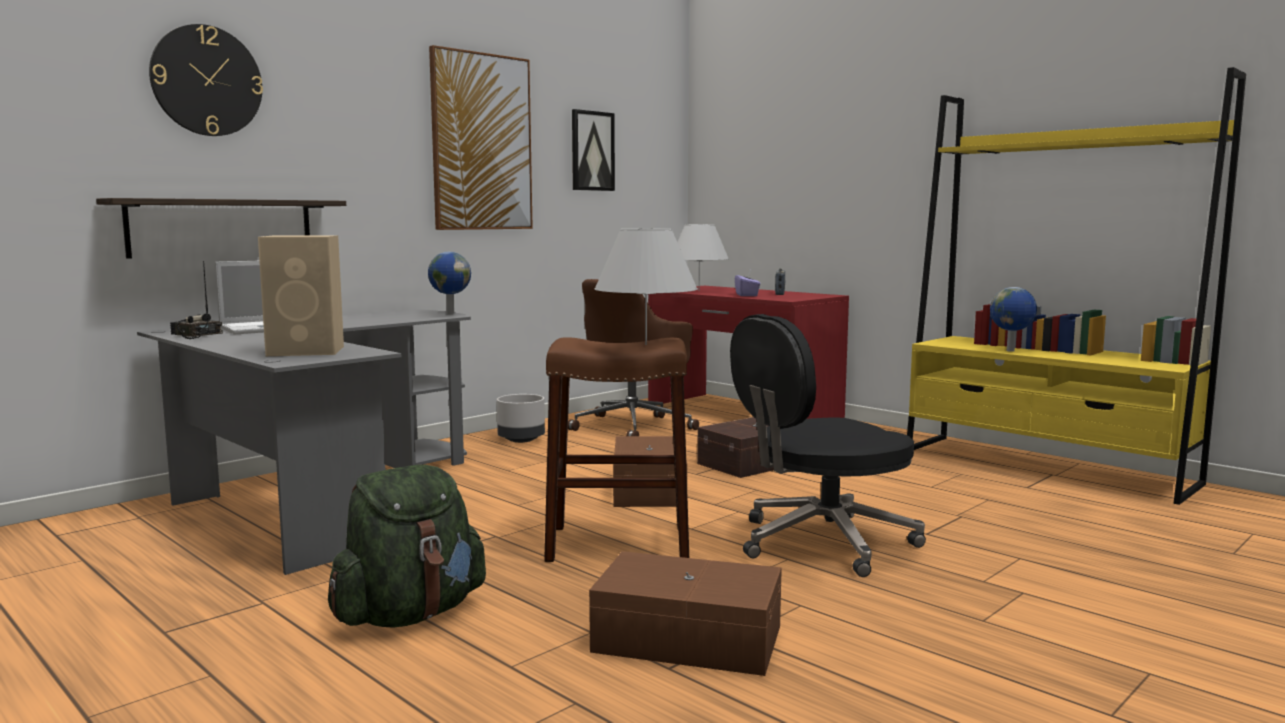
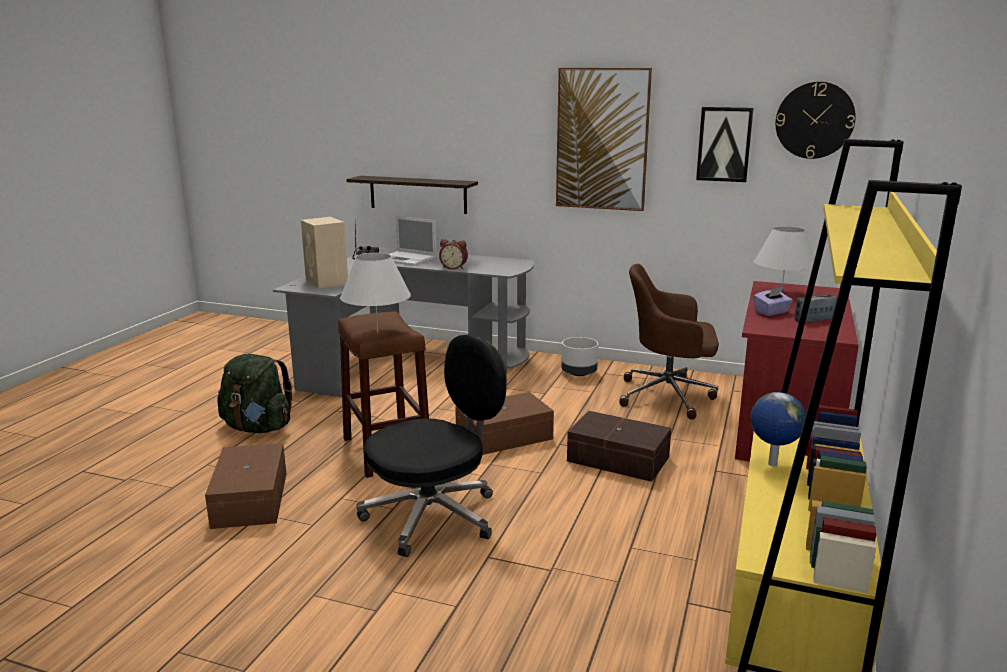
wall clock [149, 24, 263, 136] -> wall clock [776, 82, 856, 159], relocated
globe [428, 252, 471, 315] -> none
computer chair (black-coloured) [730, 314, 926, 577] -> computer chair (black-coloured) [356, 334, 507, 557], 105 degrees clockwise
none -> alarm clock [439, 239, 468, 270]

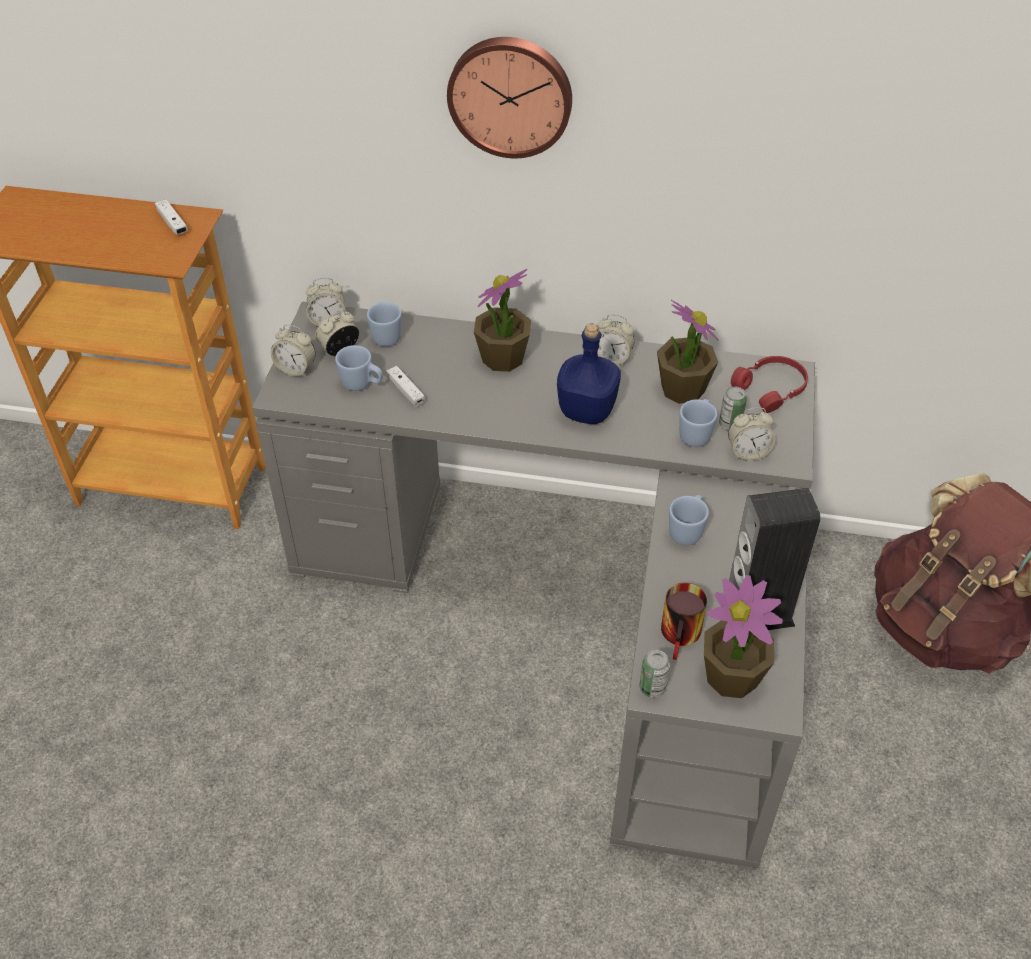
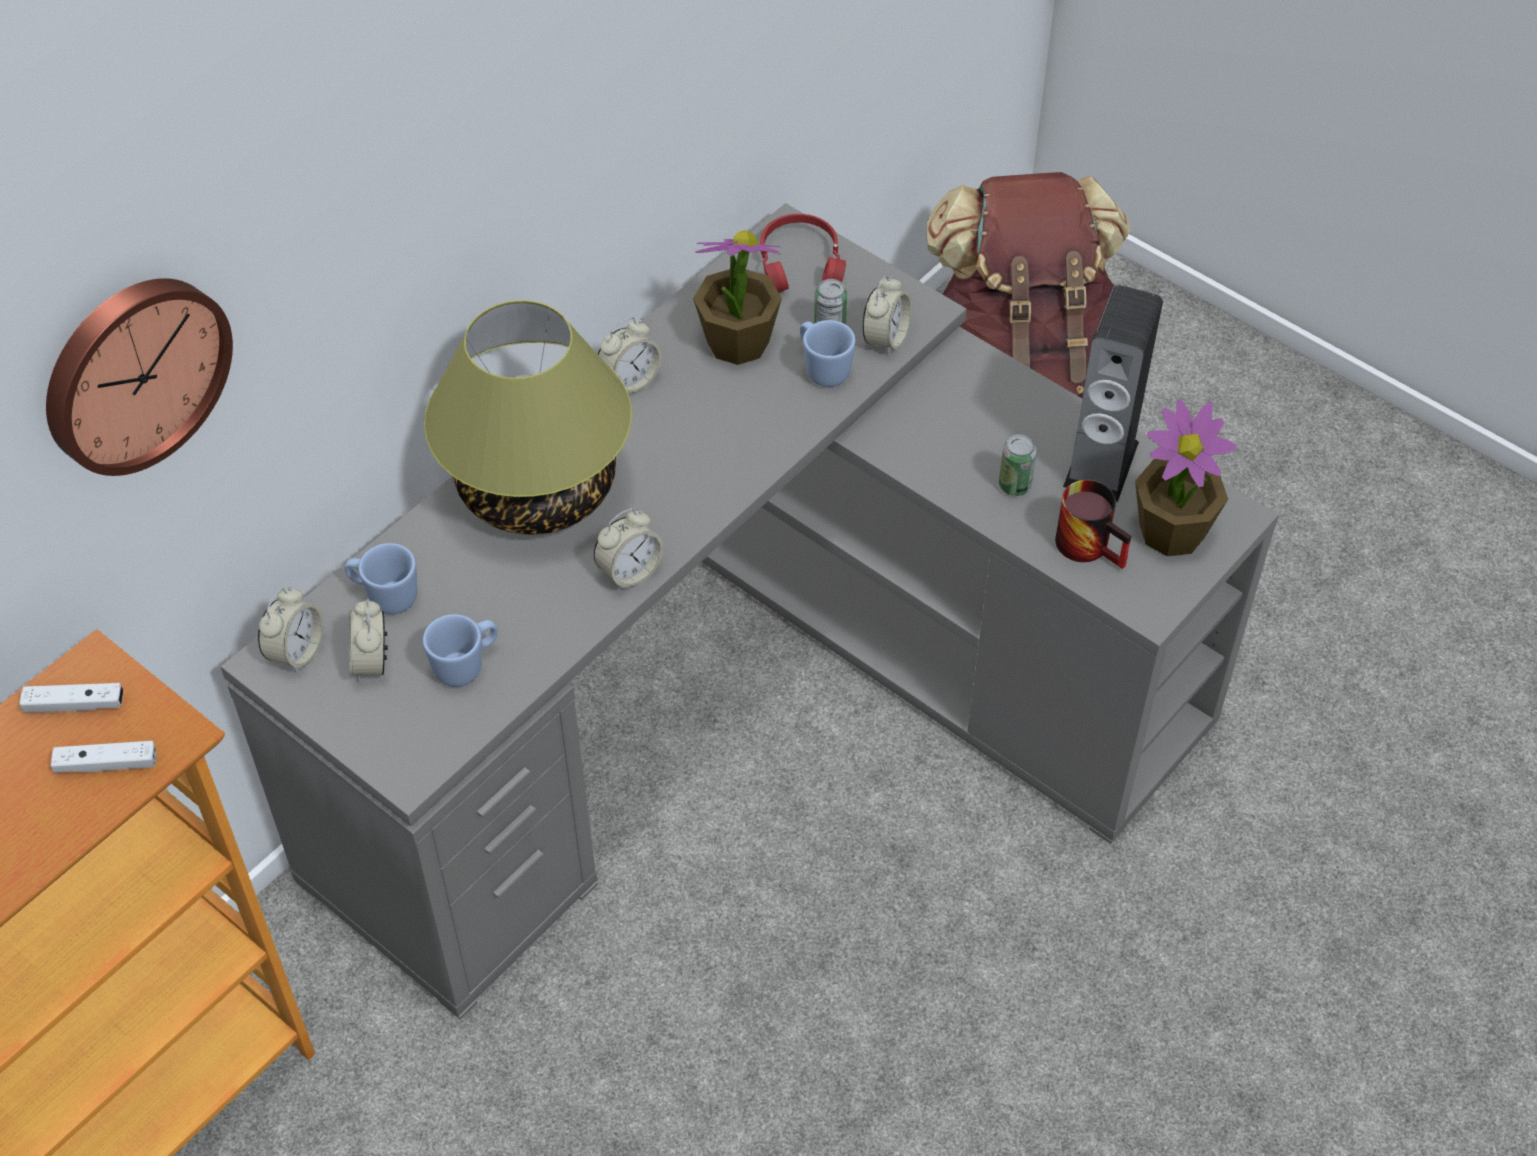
wall clock [447, 37, 572, 158] -> wall clock [46, 278, 233, 476], relocated
potted plant [474, 269, 531, 372] -> table lamp [424, 300, 632, 535]
alarm clock [271, 324, 316, 377] -> alarm clock [594, 508, 663, 591], relocated
bottle (bluish) [557, 324, 621, 424] -> none
game controller (whitish) [387, 366, 425, 407] -> game controller (whitish) [51, 741, 157, 773], relocated
coffee mug (bluish) [669, 495, 709, 546] -> none
metal can [639, 650, 670, 698] -> metal can [999, 434, 1037, 496], relocated

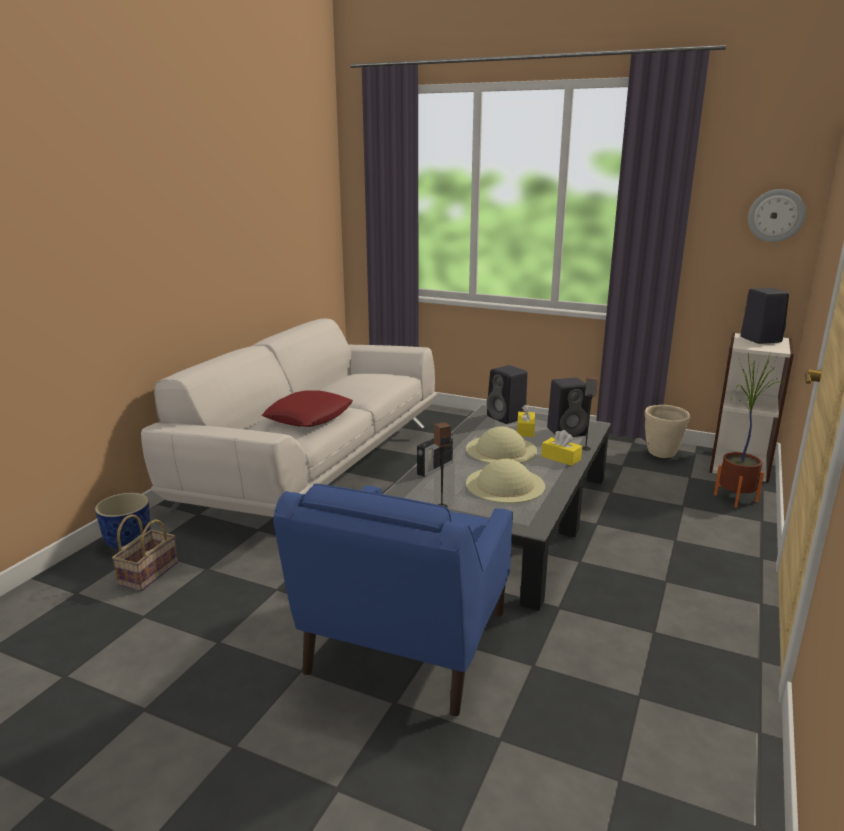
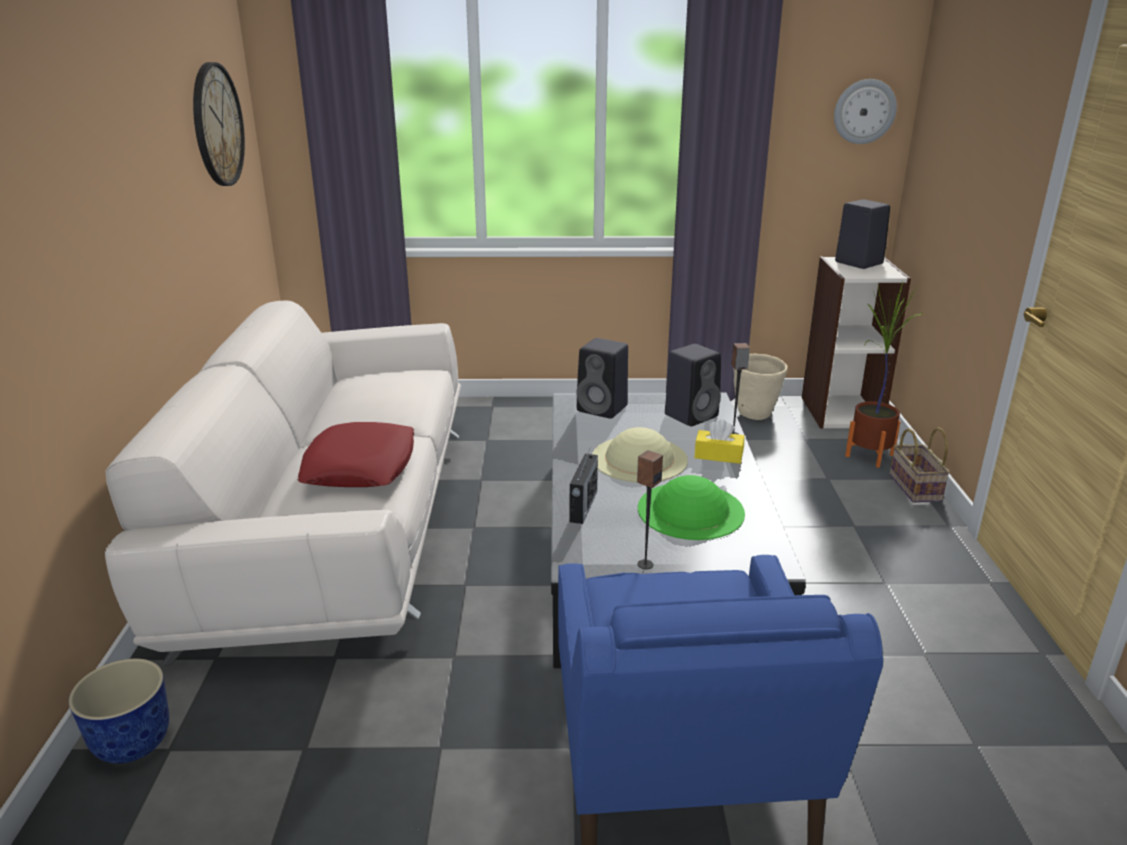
tissue box (yellow) [517, 404, 535, 437] -> none
wearable hat (beige-coloured) [466, 459, 545, 503] -> wearable hat (green-coloured) [638, 475, 745, 540]
household basket [112, 514, 178, 591] -> household basket [890, 427, 950, 503], relocated
none -> wall clock [193, 62, 245, 186]

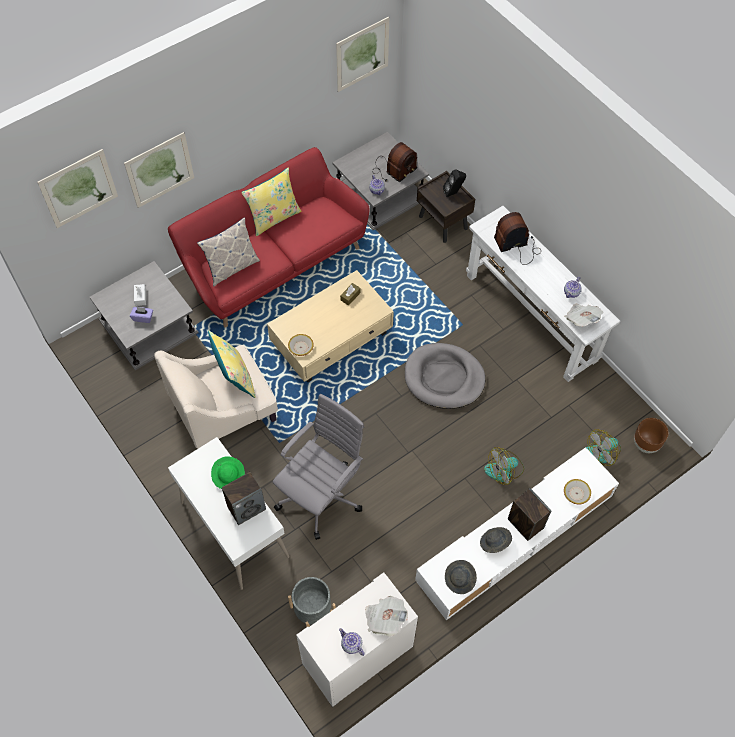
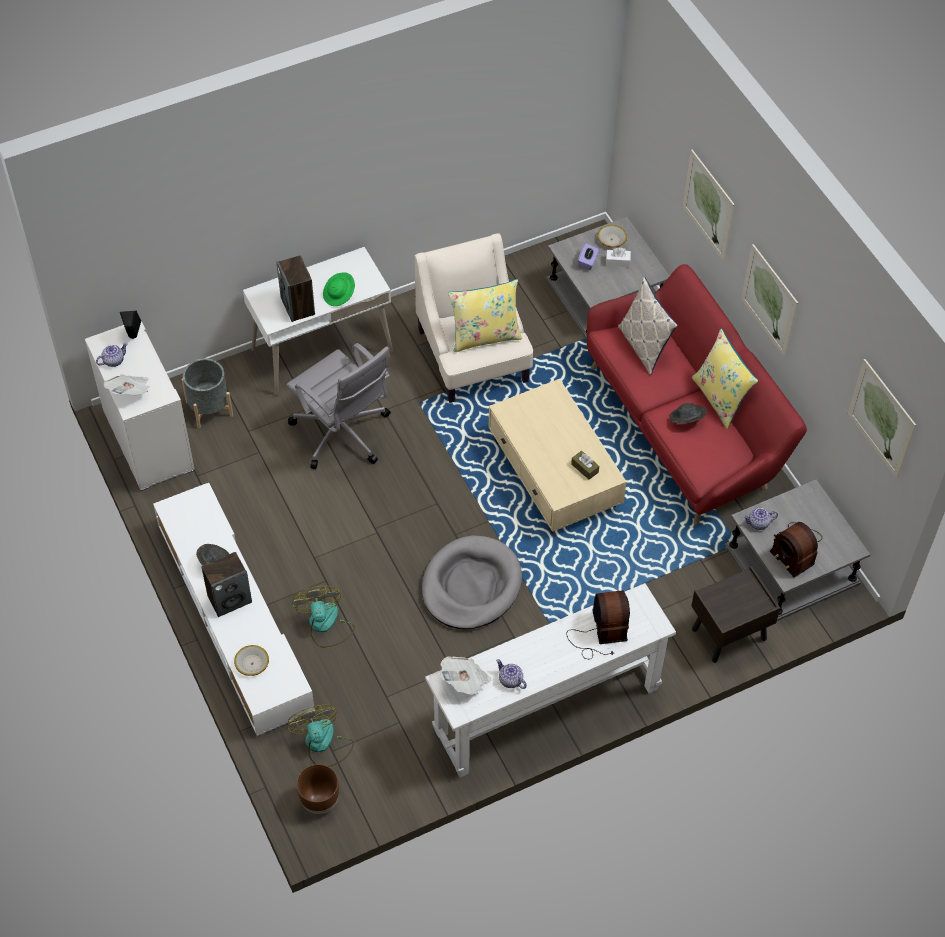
wall art [37, 149, 118, 228] -> wall art [741, 244, 798, 357], relocated
speaker (black-coloured) [443, 170, 466, 197] -> speaker (black-coloured) [120, 311, 141, 339], relocated
serving bowl [288, 334, 314, 356] -> serving bowl [597, 225, 627, 247], relocated
wearable hat (greyish) [445, 560, 477, 594] -> wearable hat (greyish) [669, 403, 707, 424], relocated

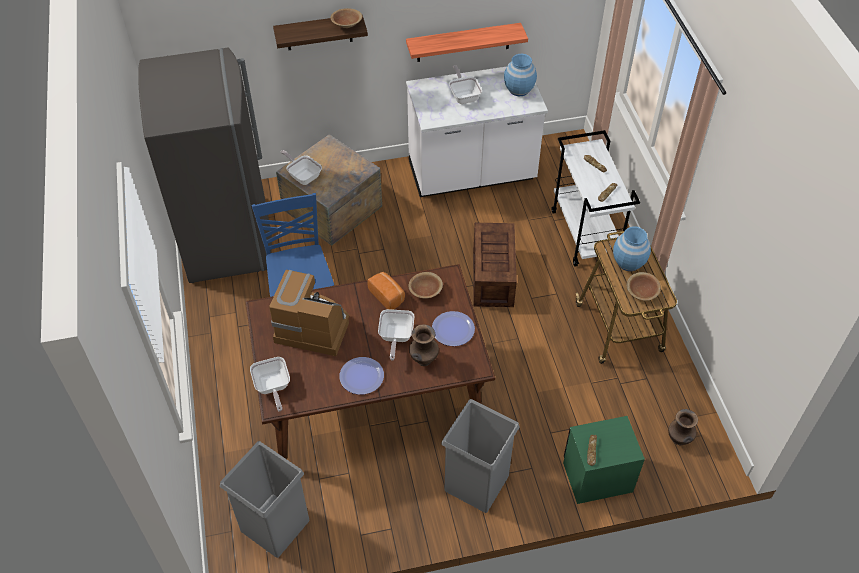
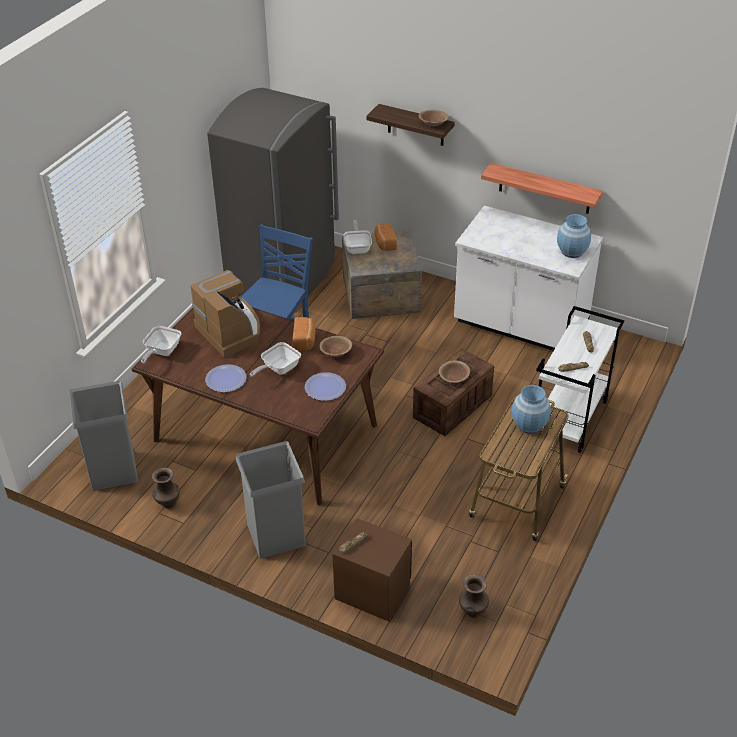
skillet [449, 65, 482, 104] -> none
serving bowl (brownish) [627, 272, 661, 300] -> serving bowl (brownish) [439, 360, 470, 383], relocated
vase (brownish) [409, 324, 439, 366] -> vase (brownish) [152, 468, 180, 509], relocated
bedside table (green-coloured) [563, 416, 645, 504] -> bedside table (brownish) [333, 518, 412, 622]
none -> bread [374, 223, 397, 251]

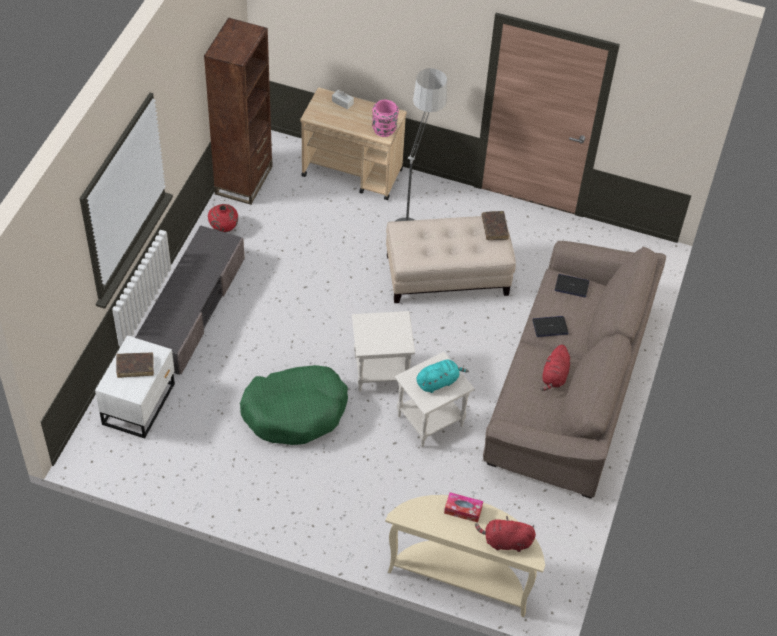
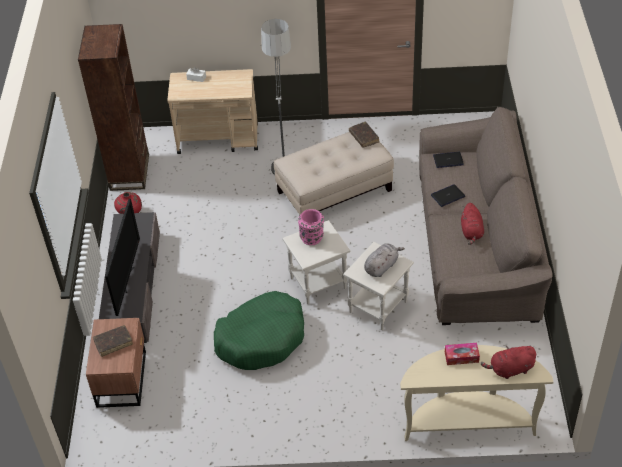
vase (pink-coloured) [372, 100, 399, 137] -> vase (pink-coloured) [298, 209, 324, 245], relocated
bedside table (whitish) [95, 335, 175, 438] -> bedside table (brownish) [86, 318, 146, 408]
cuddly toy (turquoise) [417, 359, 469, 393] -> cuddly toy (greyish) [364, 243, 405, 277]
none -> television [105, 199, 140, 316]

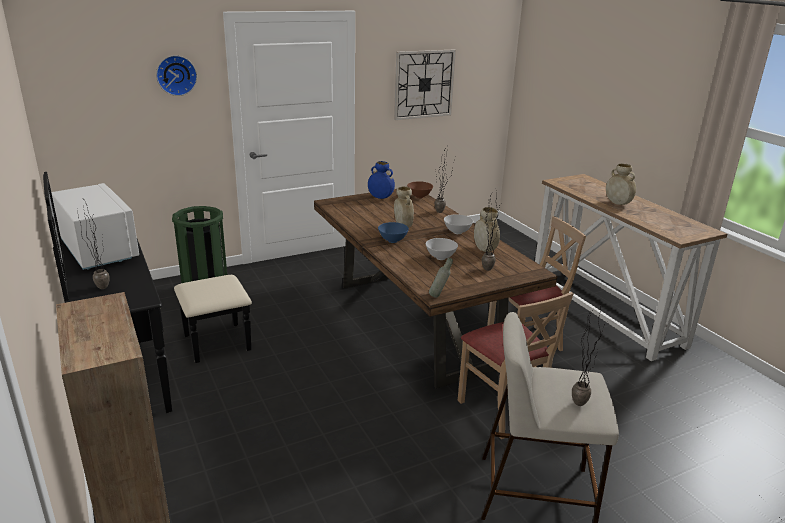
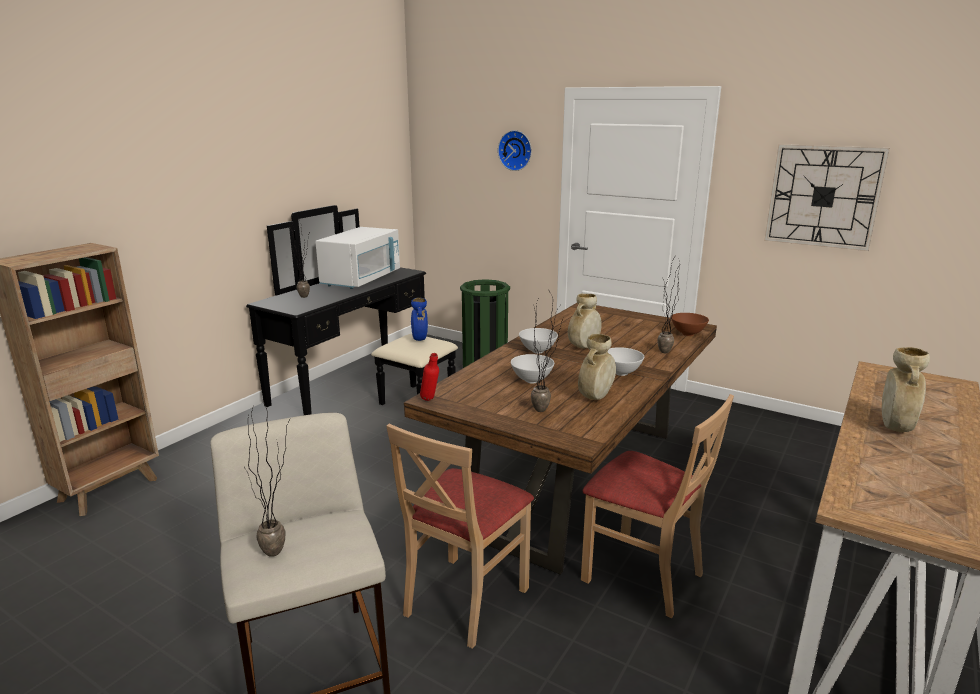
vase (bluish) [368, 161, 395, 199] -> vase (bluish) [411, 298, 428, 341], relocated
serving bowl (bluish) [378, 222, 409, 243] -> serving bowl (whitish) [519, 328, 558, 354]
bottle (greyish) [429, 258, 453, 298] -> bottle (red-coloured) [420, 353, 439, 401]

